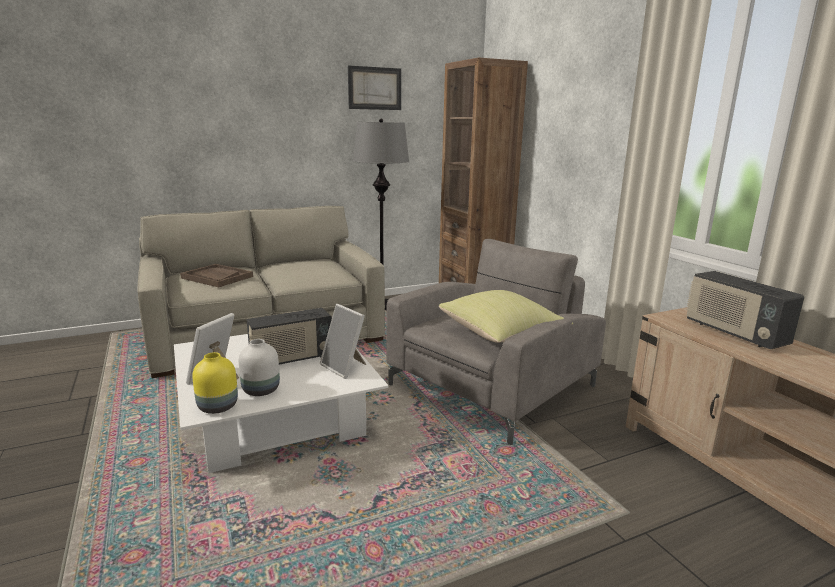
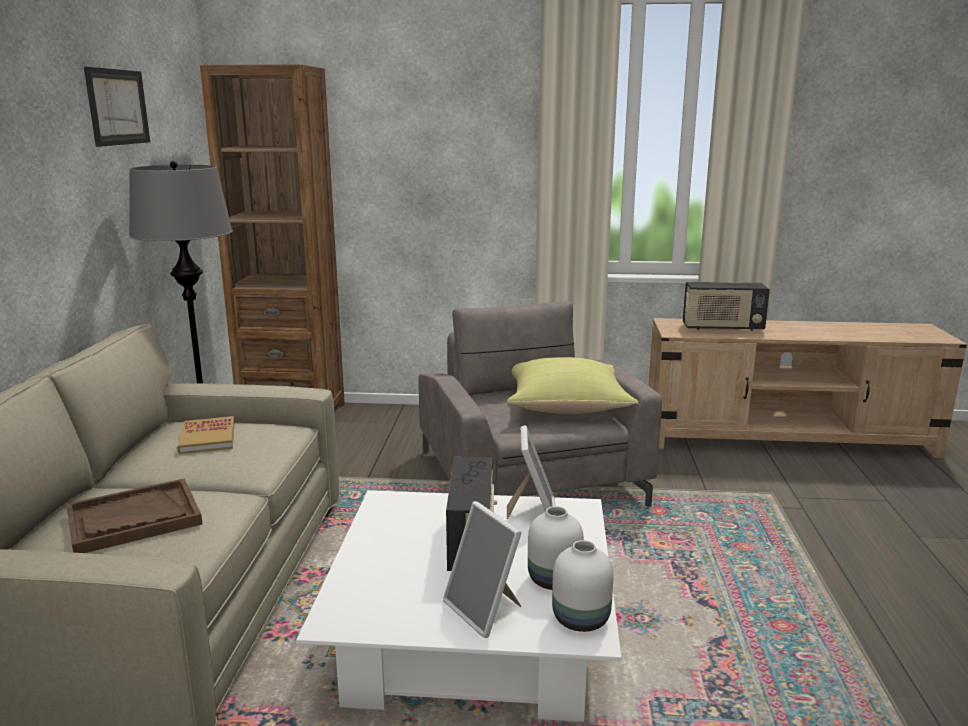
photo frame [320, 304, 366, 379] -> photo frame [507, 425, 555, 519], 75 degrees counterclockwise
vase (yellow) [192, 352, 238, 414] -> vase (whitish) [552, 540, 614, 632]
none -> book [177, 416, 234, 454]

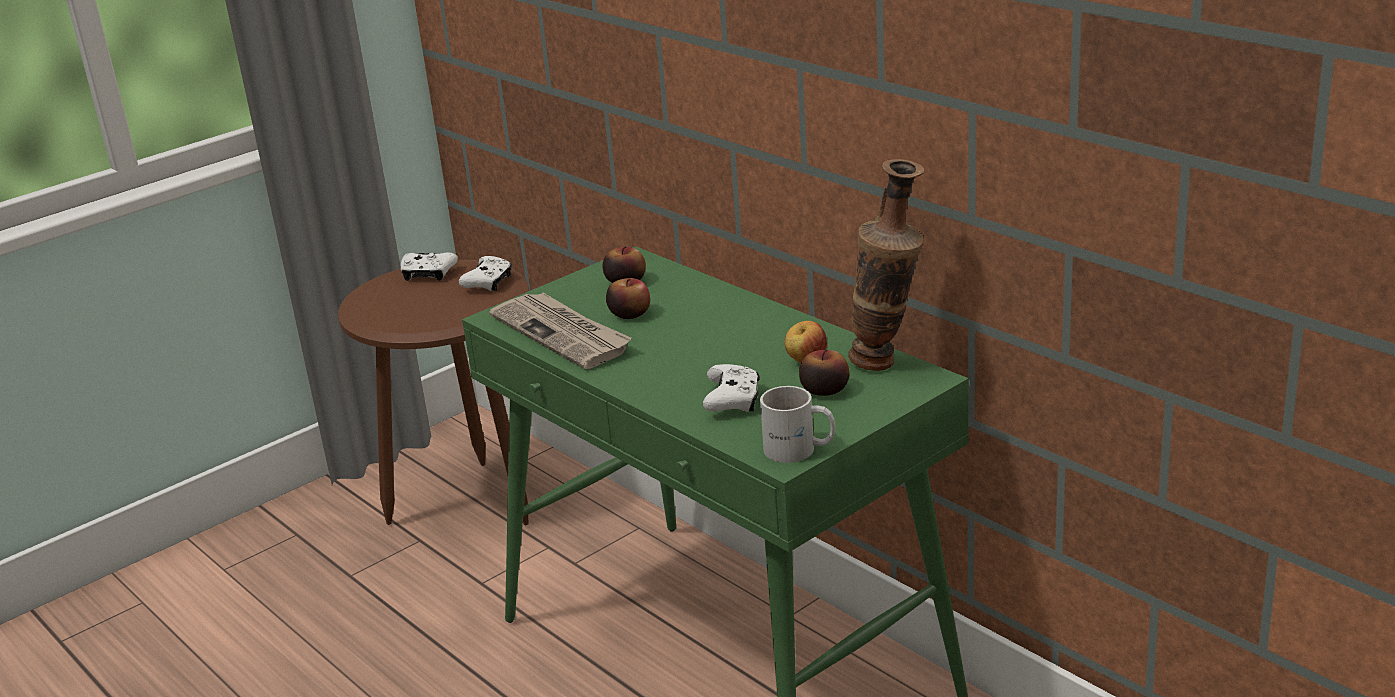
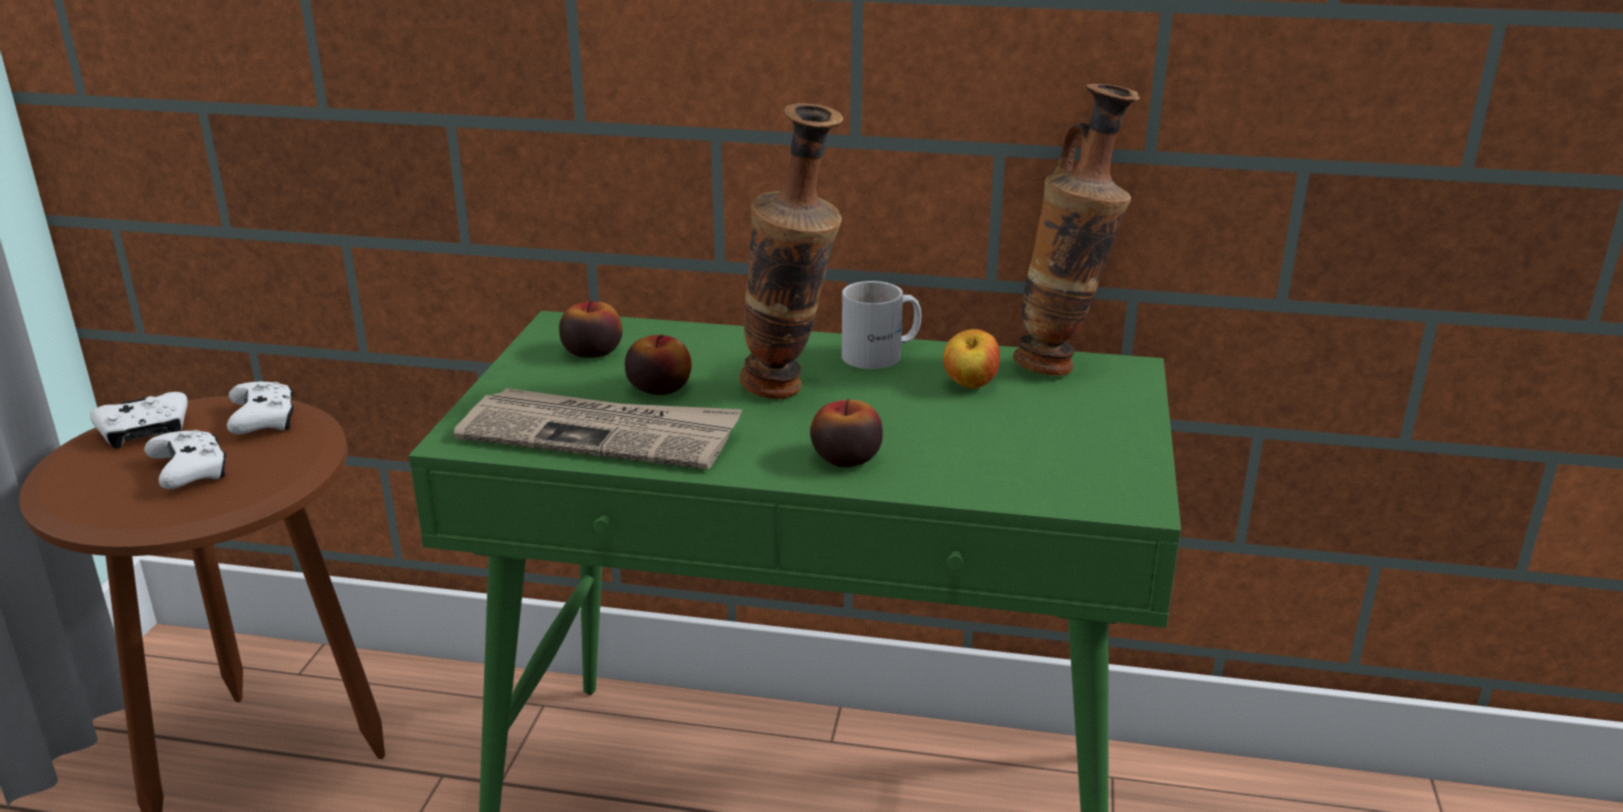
apple fruit [799, 349, 850, 396] -> apple fruit [810, 398, 883, 467], relocated
game controller (whitish) [703, 364, 760, 412] -> game controller (whitish) [144, 430, 226, 489], relocated
coffee mug (whitish) [760, 386, 835, 463] -> coffee mug (whitish) [842, 281, 921, 369], relocated
none -> vase [740, 103, 843, 399]

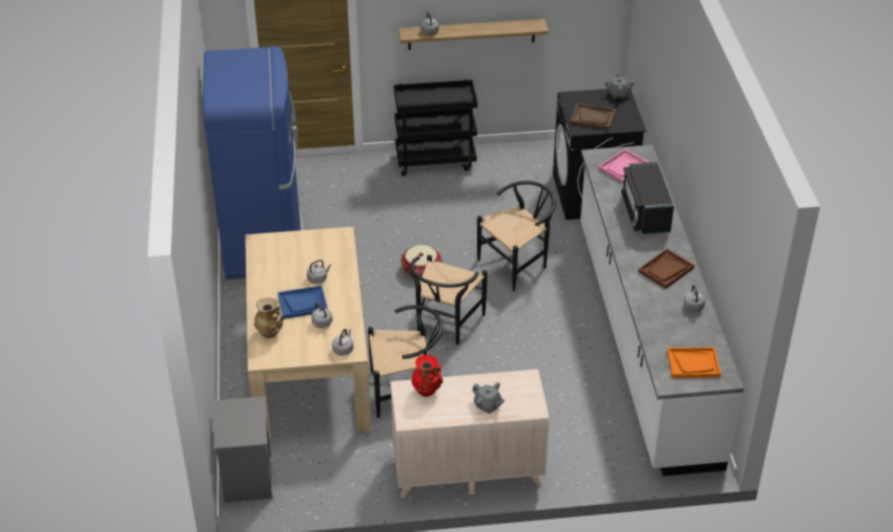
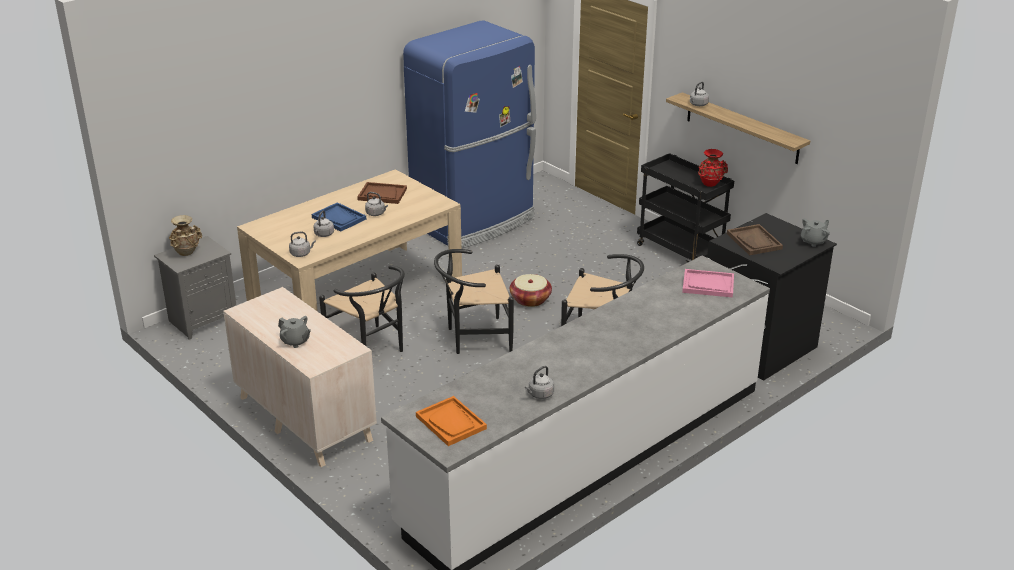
microwave oven (black-coloured) [621, 162, 674, 235] -> none
carrying tray (brownish) [638, 249, 694, 289] -> carrying tray (brownish) [357, 182, 407, 204], relocated
vase (beige-coloured) [254, 298, 284, 338] -> vase (beige-coloured) [169, 215, 202, 256], relocated
vase (red-coloured) [411, 355, 443, 397] -> vase (red-coloured) [698, 149, 728, 187], relocated
pot for tea (greyish) [472, 382, 505, 414] -> pot for tea (greyish) [278, 316, 311, 348], 60 degrees counterclockwise

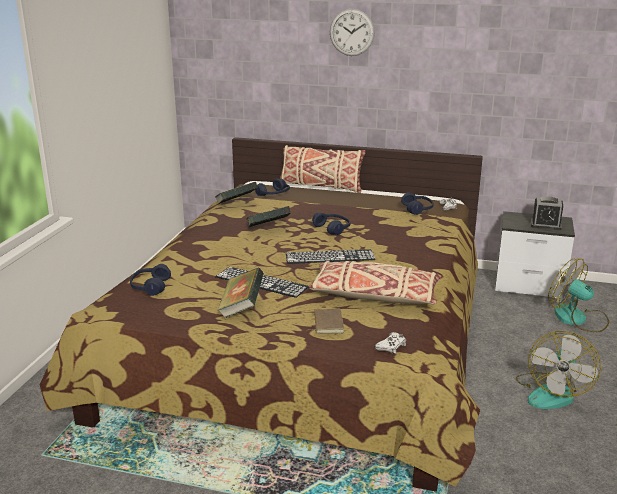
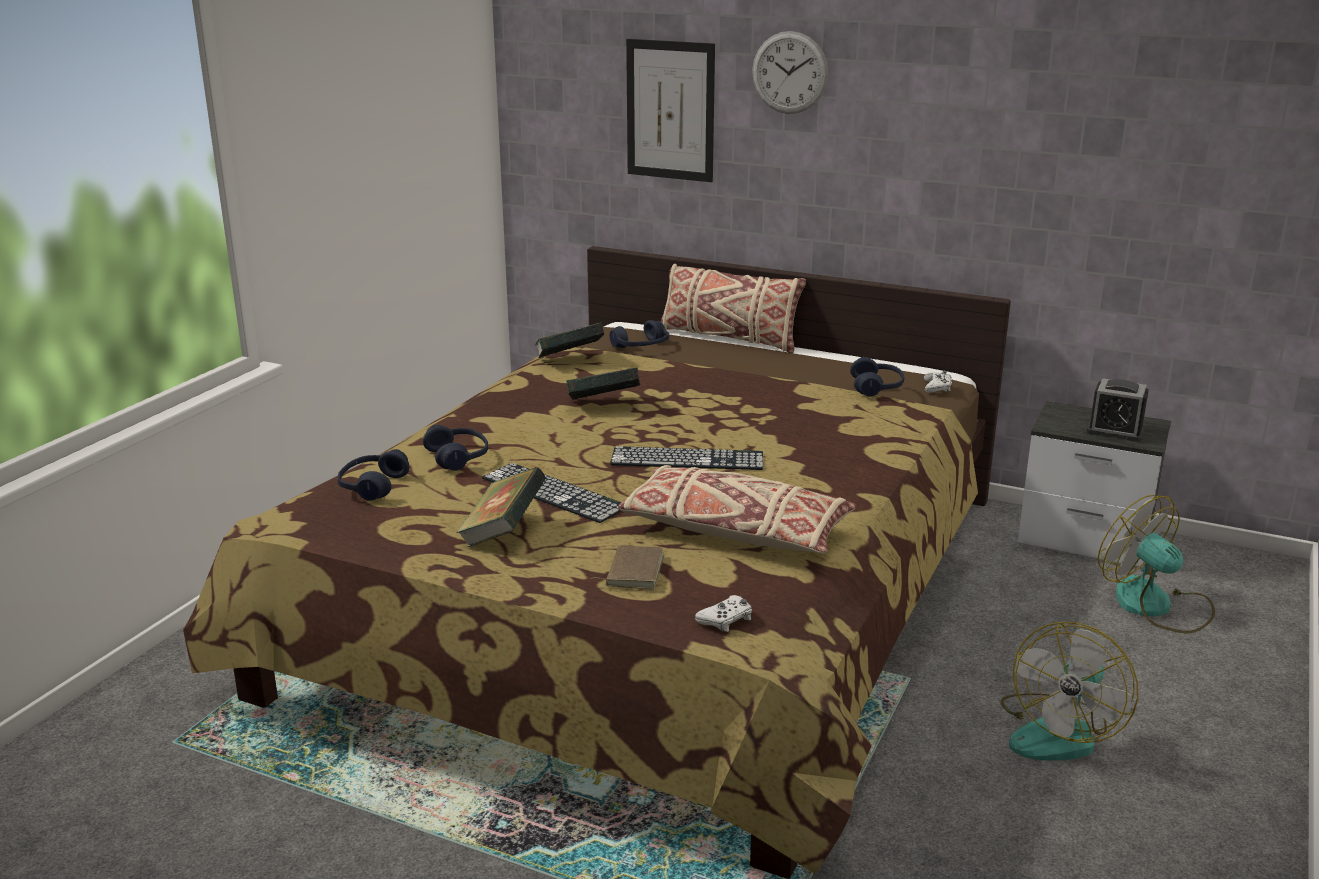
pair of headphones (bluish) [312, 212, 350, 235] -> pair of headphones (bluish) [423, 425, 488, 471], relocated
none -> wall art [626, 39, 715, 182]

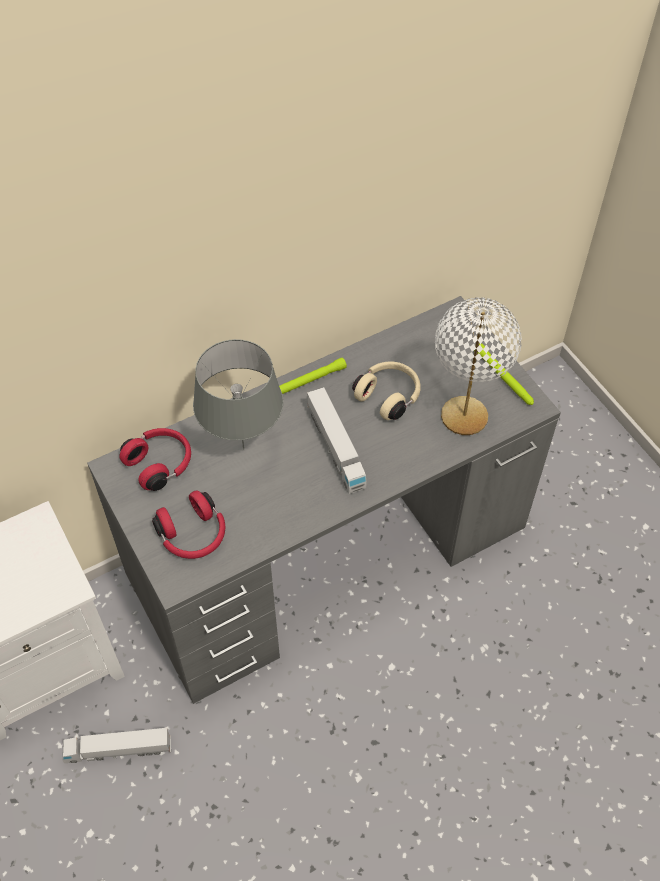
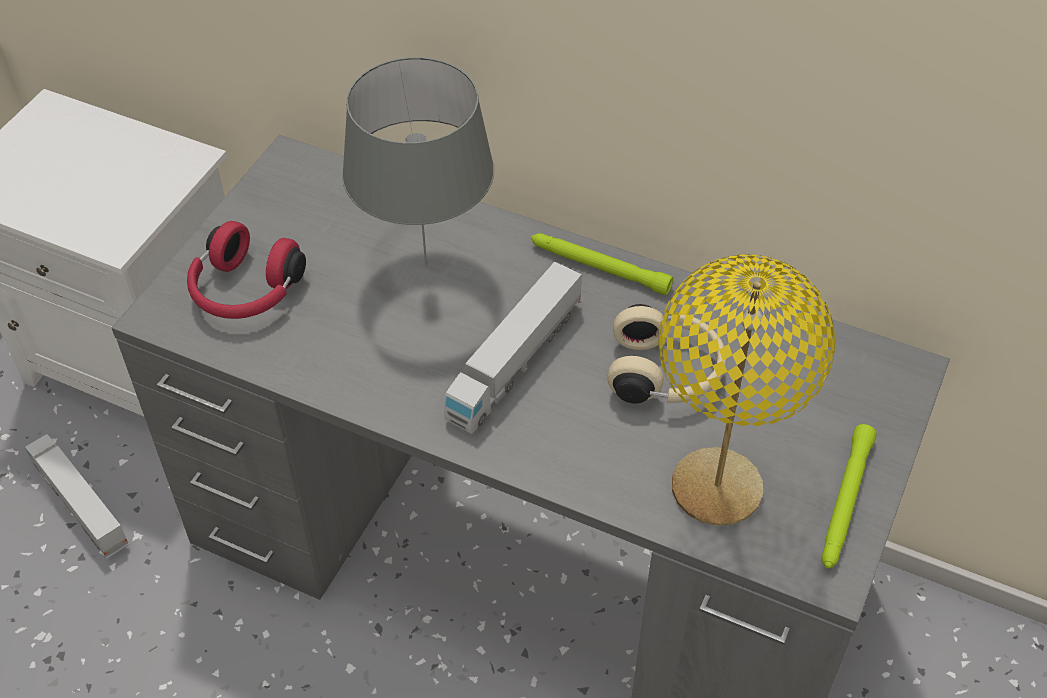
table lamp (whitish) [435, 297, 522, 435] -> table lamp (yellow) [659, 254, 835, 526]
pair of headphones (red-coloured) [119, 428, 191, 491] -> none

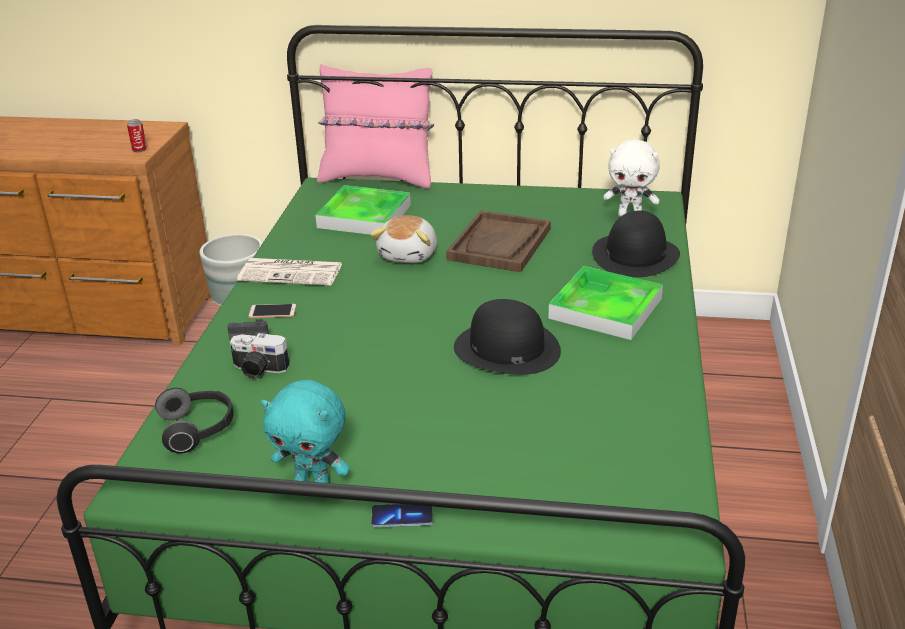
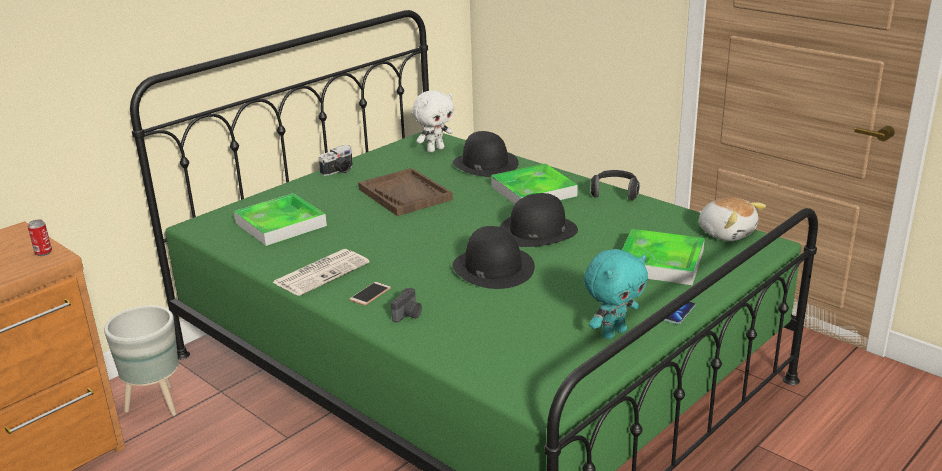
cushion (pink-coloured) [317, 64, 434, 189] -> none
cuddly toy [371, 215, 437, 263] -> cuddly toy [699, 197, 766, 241], relocated
still camera [230, 333, 290, 379] -> still camera [319, 145, 353, 176], relocated
pair of headphones [155, 388, 234, 453] -> pair of headphones [591, 170, 640, 200], relocated
none -> wearable hat (black-coloured) [452, 226, 535, 289]
none -> carrying tray [622, 229, 705, 285]

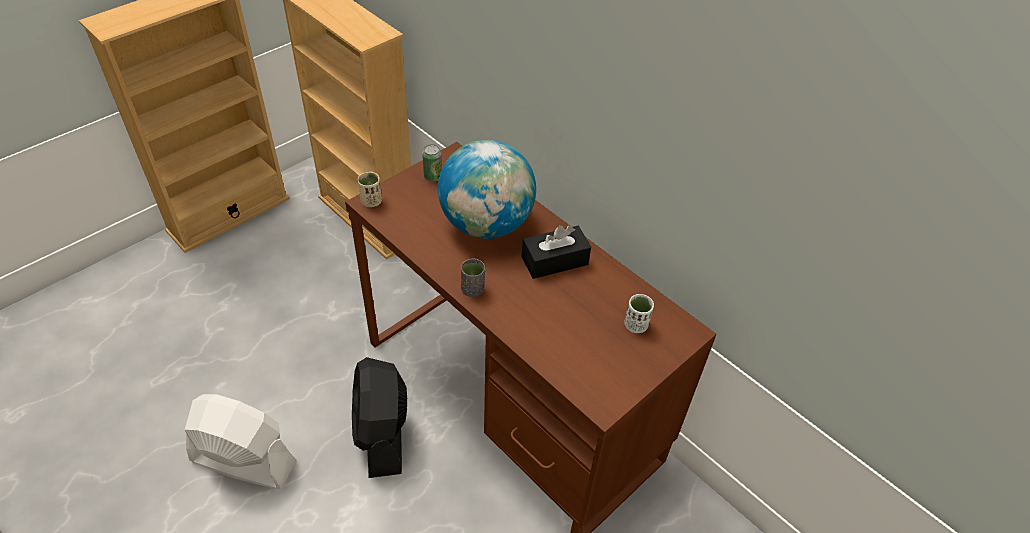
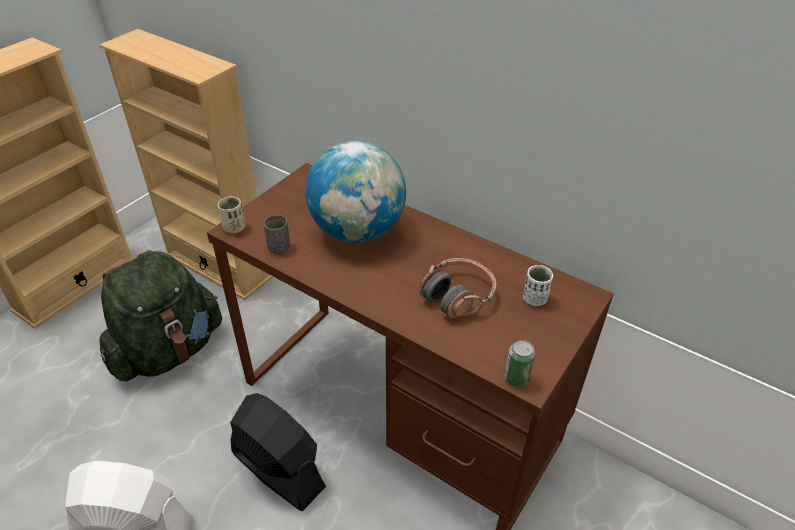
metal can [422, 144, 442, 181] -> metal can [504, 339, 535, 387], relocated
tissue box (black-coloured) [521, 225, 591, 279] -> none
cup (greyish) [461, 258, 485, 297] -> cup (greyish) [264, 215, 290, 253], relocated
fan (black-coloured) [352, 357, 407, 478] -> fan (black-coloured) [230, 393, 326, 511], 150 degrees clockwise
none -> knapsack (green-coloured) [99, 250, 222, 381]
none -> pair of headphones [420, 258, 496, 319]

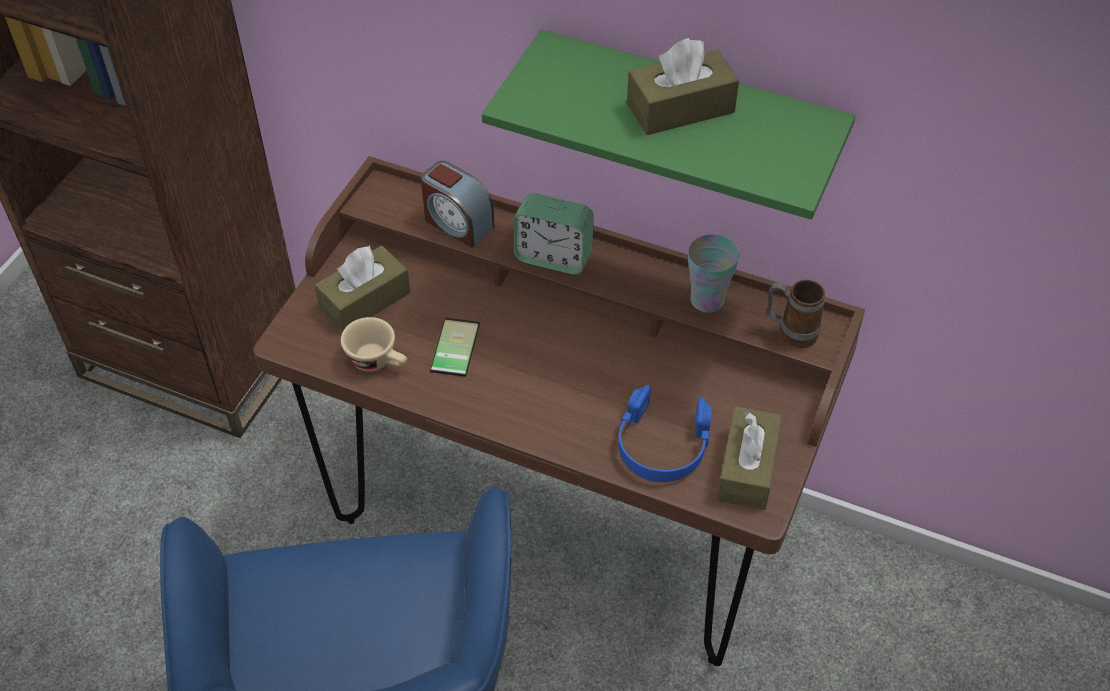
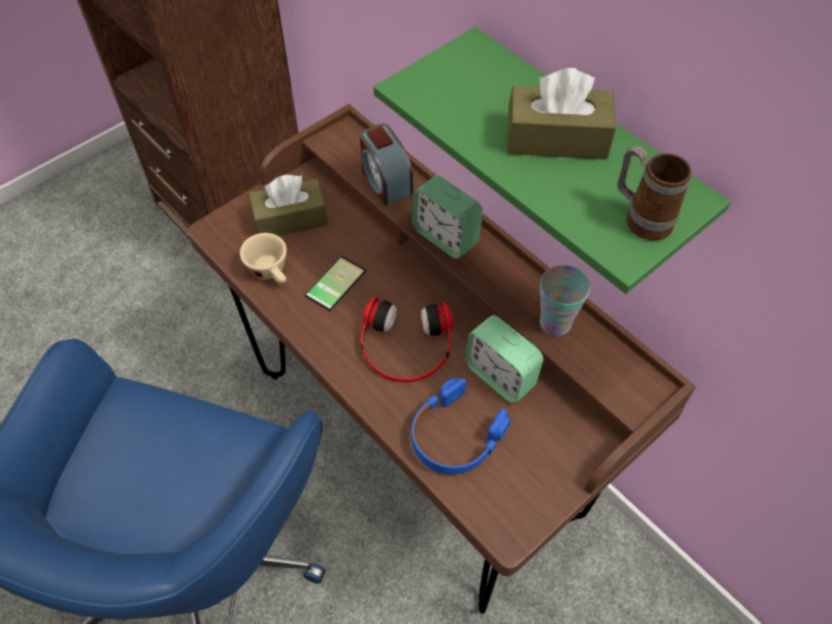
coffee mug [766, 280, 825, 348] -> coffee mug [617, 146, 692, 240], relocated
tissue box (brownish) [717, 406, 782, 510] -> none
none -> pair of headphones [360, 297, 453, 382]
none -> alarm clock [465, 315, 543, 404]

